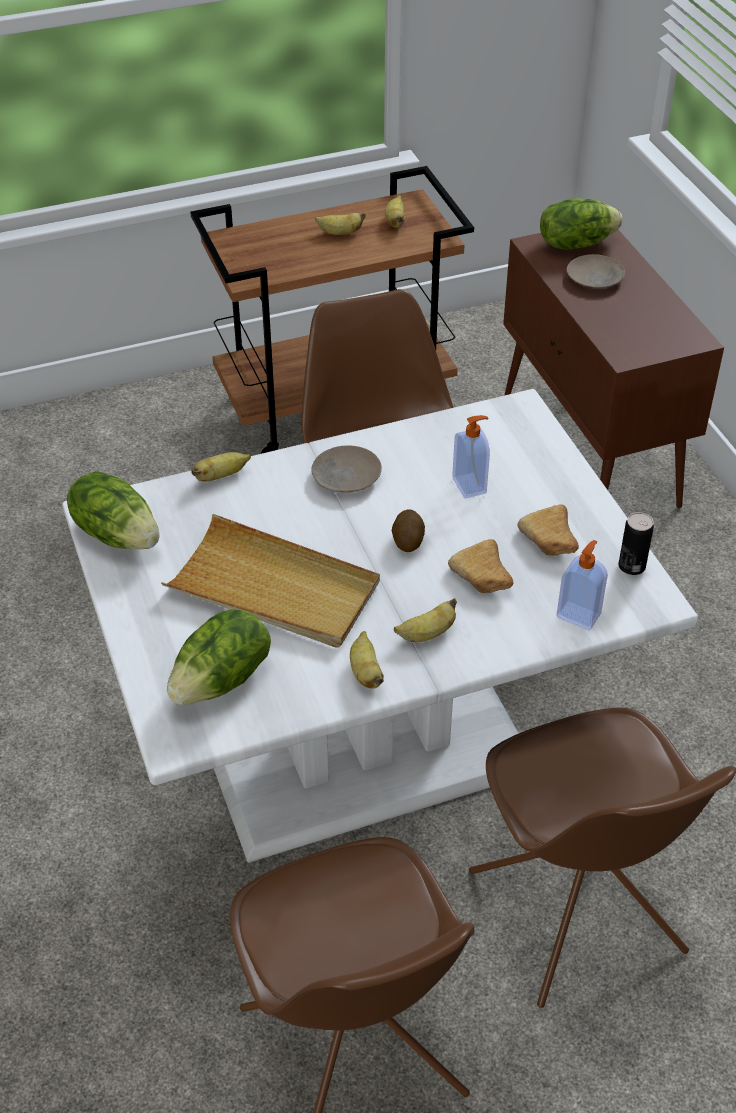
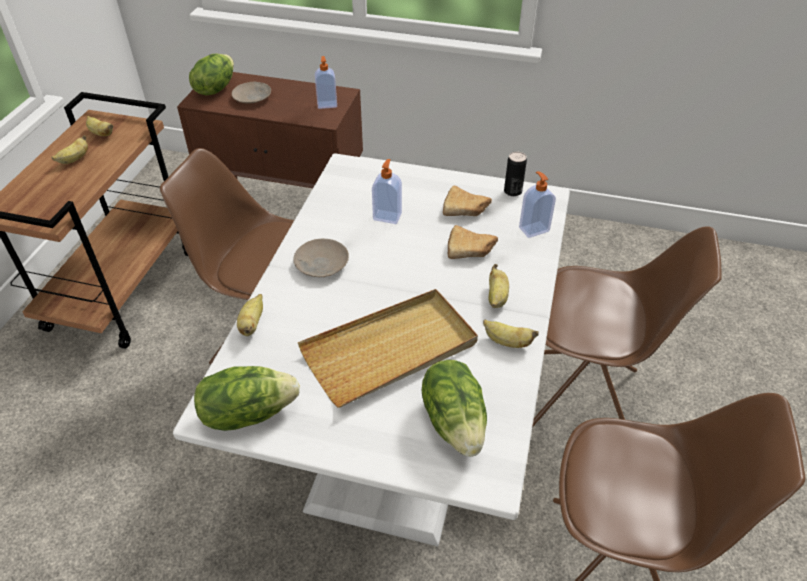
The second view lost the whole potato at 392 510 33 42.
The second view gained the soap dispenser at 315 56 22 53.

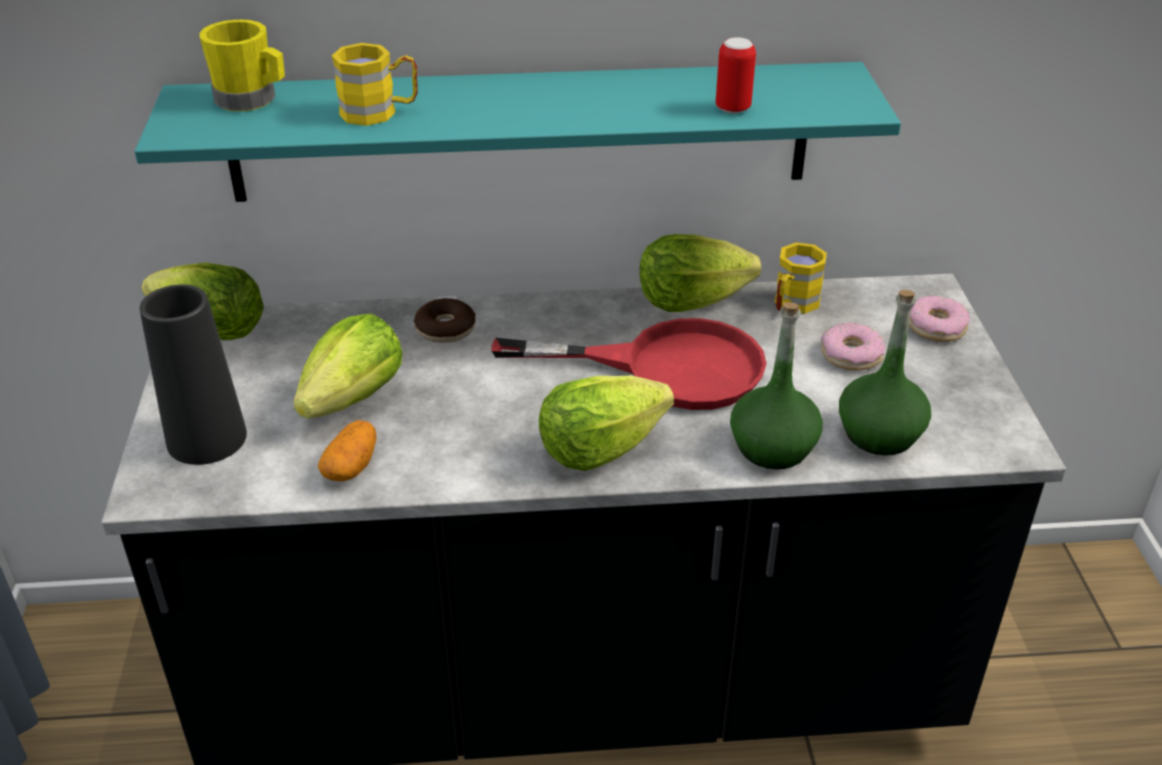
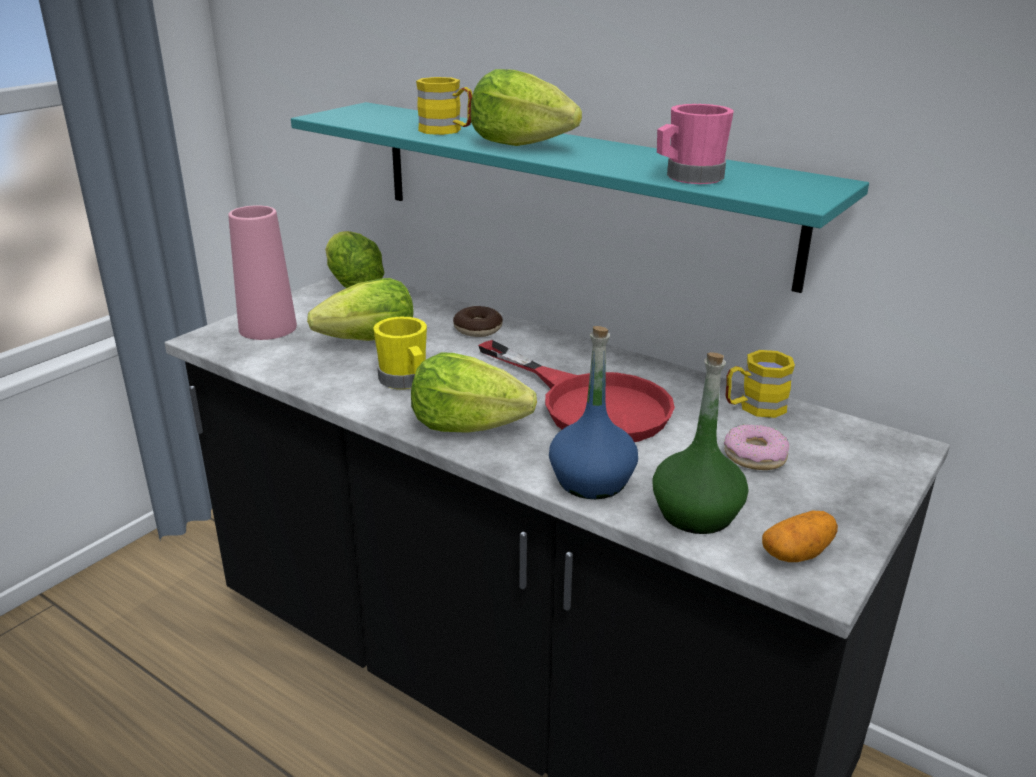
What was the blackish vase at 140 285 107 180 turned into the pink vase at 228 205 69 135.
The yellowish coffee mug ended up elsewhere, having gone from 199 19 86 92 to 373 317 54 72.
The whole potato ended up elsewhere, having gone from 318 420 58 61 to 762 511 76 51.
The lettuce head ended up elsewhere, having gone from 639 234 122 78 to 471 69 111 77.
Where the sealed can stood at 716 37 40 77, the pink coffee mug came to stand at 657 104 77 80.
What was the greenish bottle at 730 302 93 167 turned into the blue bottle at 549 326 89 173.
The second view lost the doughnut at 909 295 61 47.

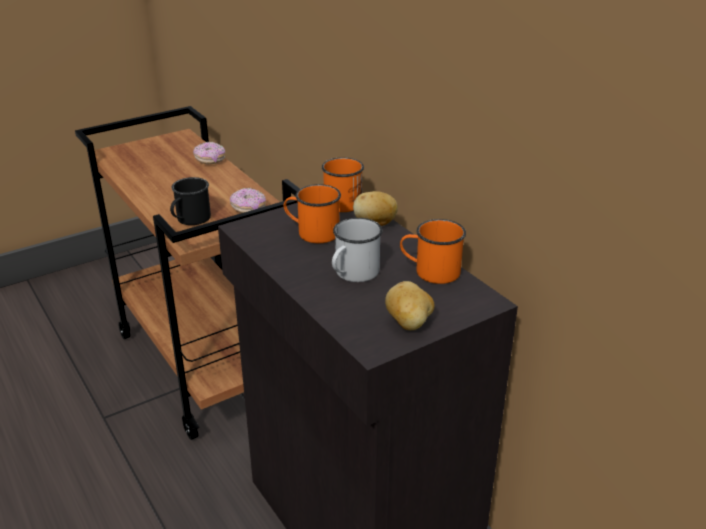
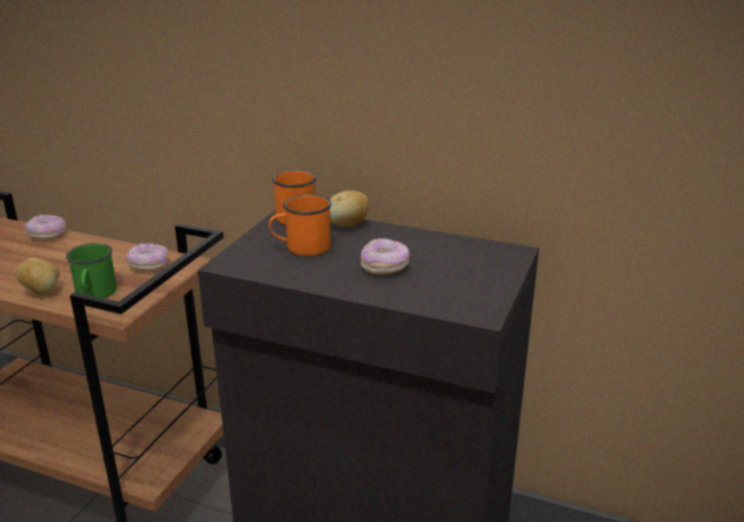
What was the blackish coffee mug at 170 177 41 48 turned into the greenish coffee mug at 66 243 51 55.
Where the whitish coffee mug stood at 332 218 50 64, the doughnut came to stand at 360 238 50 37.
The whole potato ended up elsewhere, having gone from 385 281 50 49 to 16 258 44 37.
The second view lost the orange coffee mug at 400 219 66 65.

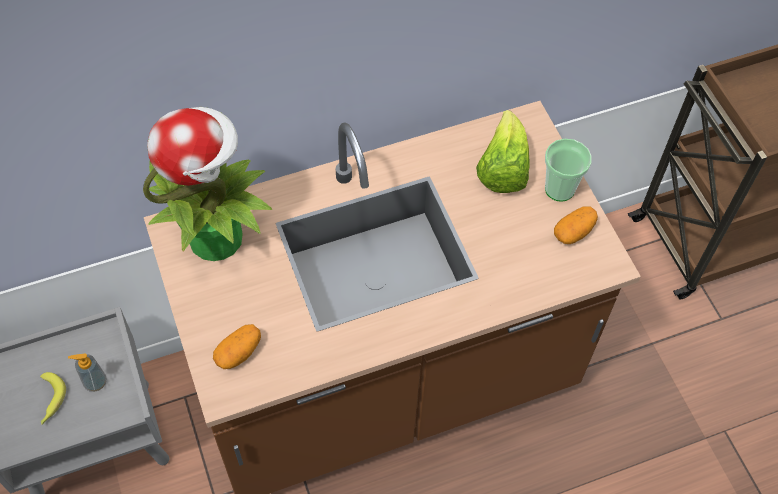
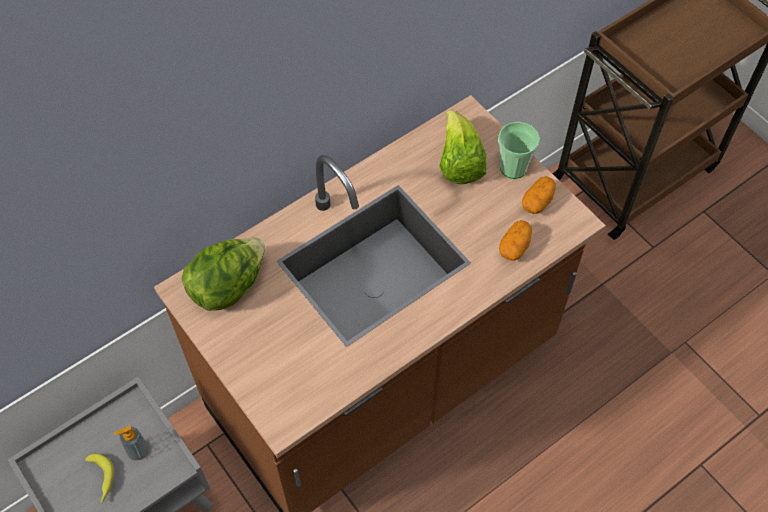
Where the houseplant stood at 143 107 129 154, the lettuce head came to stand at 182 238 83 73.
The whole potato ended up elsewhere, having gone from 213 324 48 45 to 499 220 33 41.

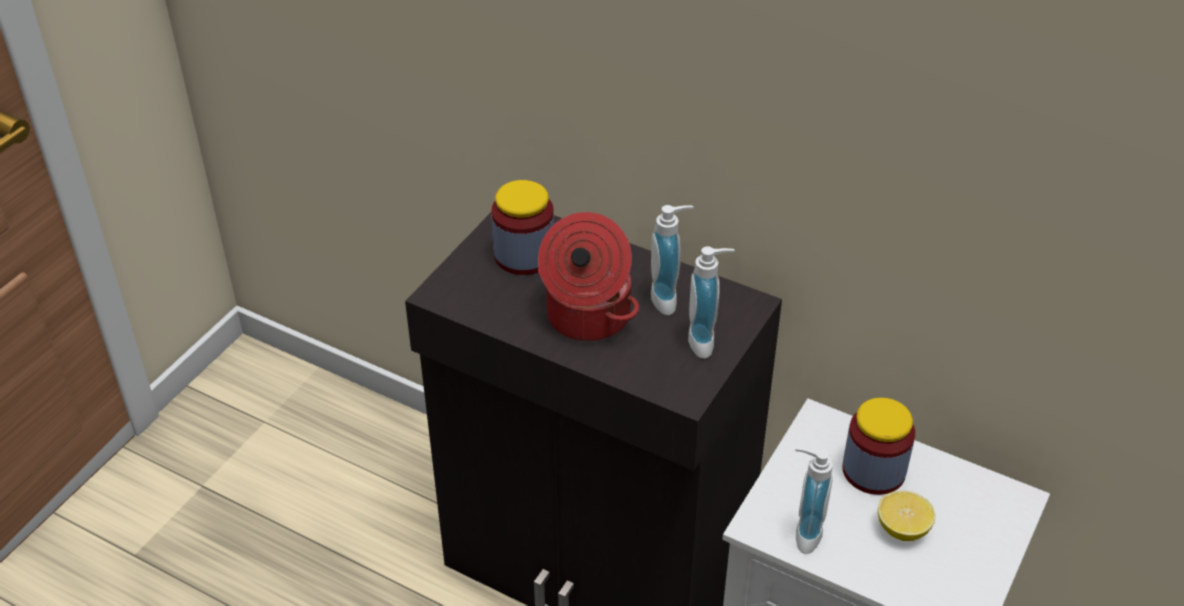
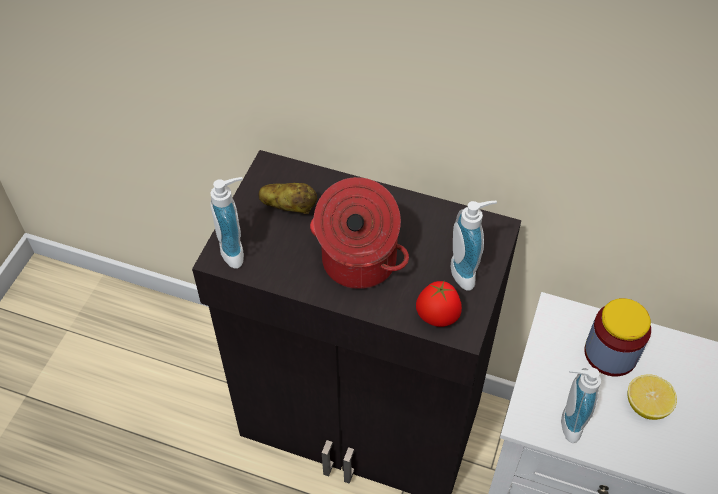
Where the preserve jar stood at 491 180 63 95, the whole potato came to stand at 259 182 58 32.
The soap dispenser ended up elsewhere, having gone from 651 205 42 110 to 210 177 34 91.
The second view gained the tomato at 416 281 46 46.

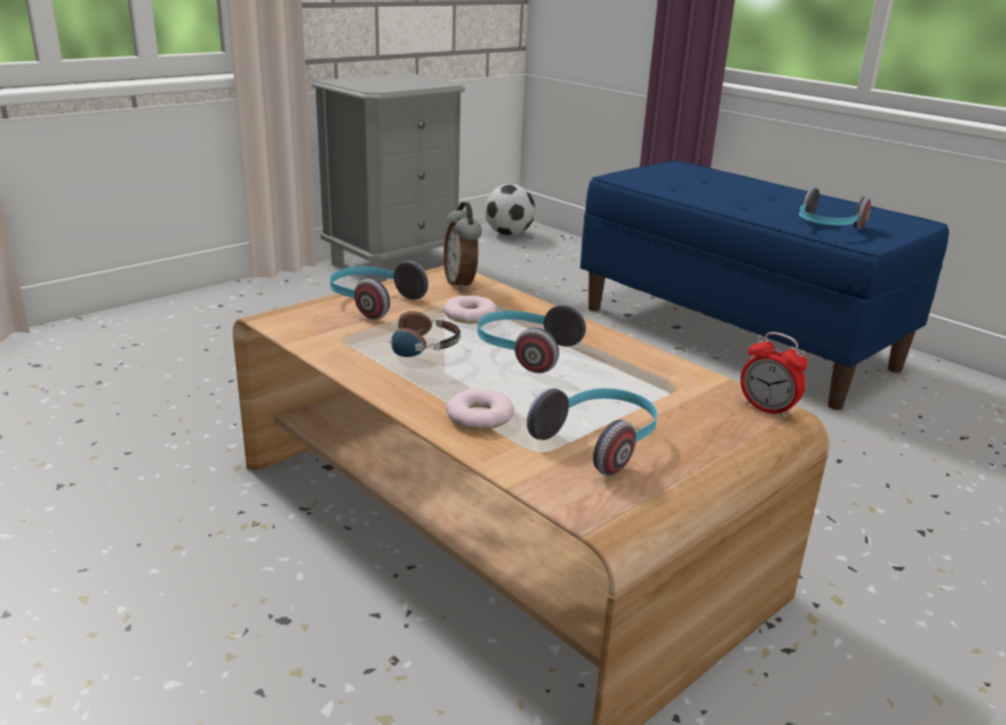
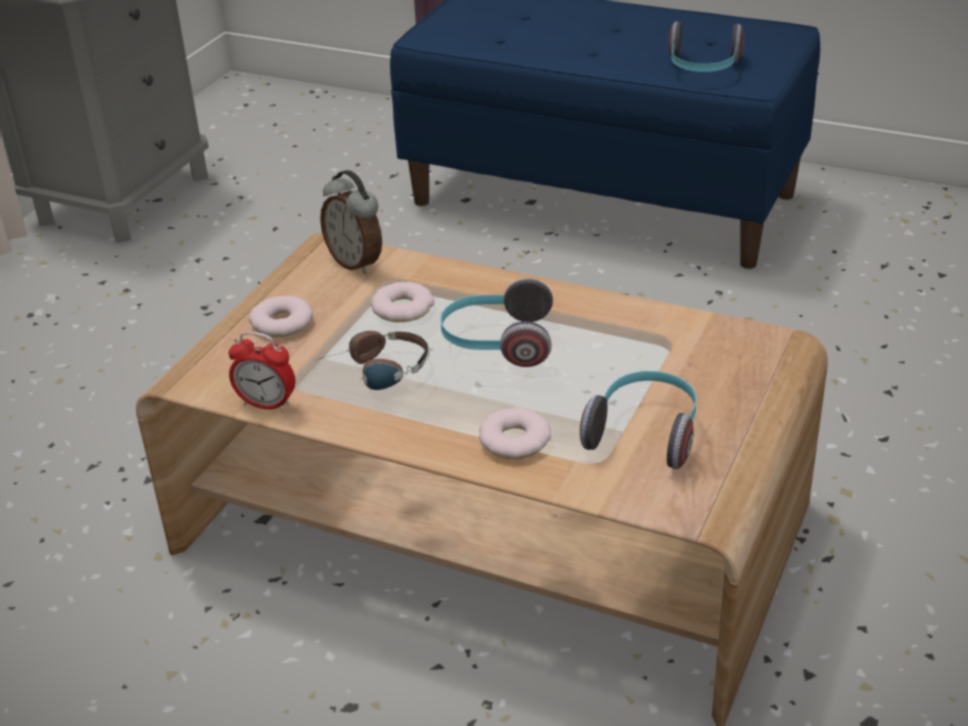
Where the pair of headphones stood at 330 261 98 58, the doughnut came to stand at 249 296 64 41.
The second view lost the football at 484 184 51 52.
The table clock ended up elsewhere, having gone from 740 332 68 86 to 228 331 67 80.

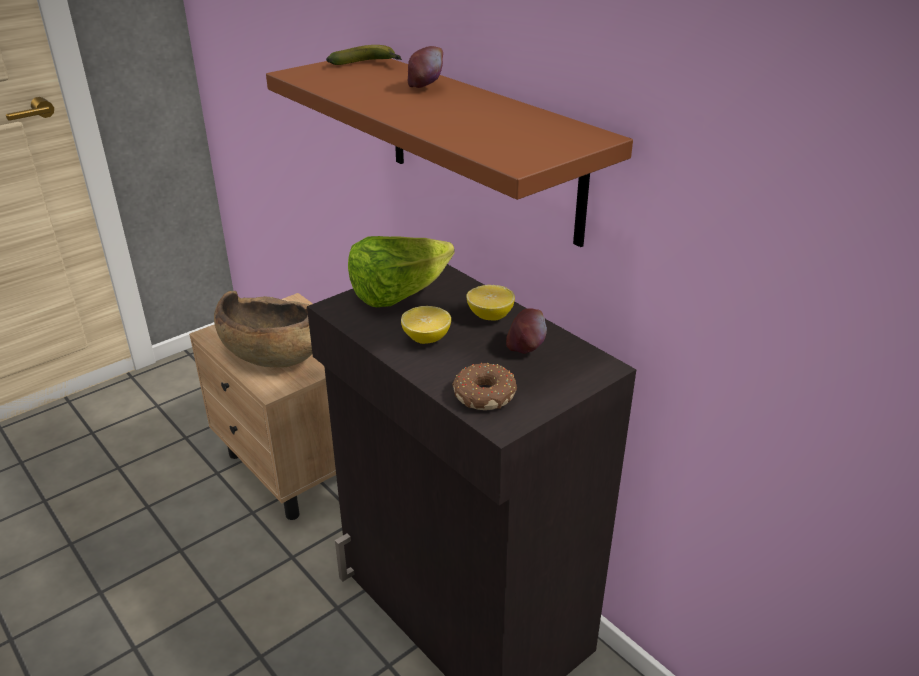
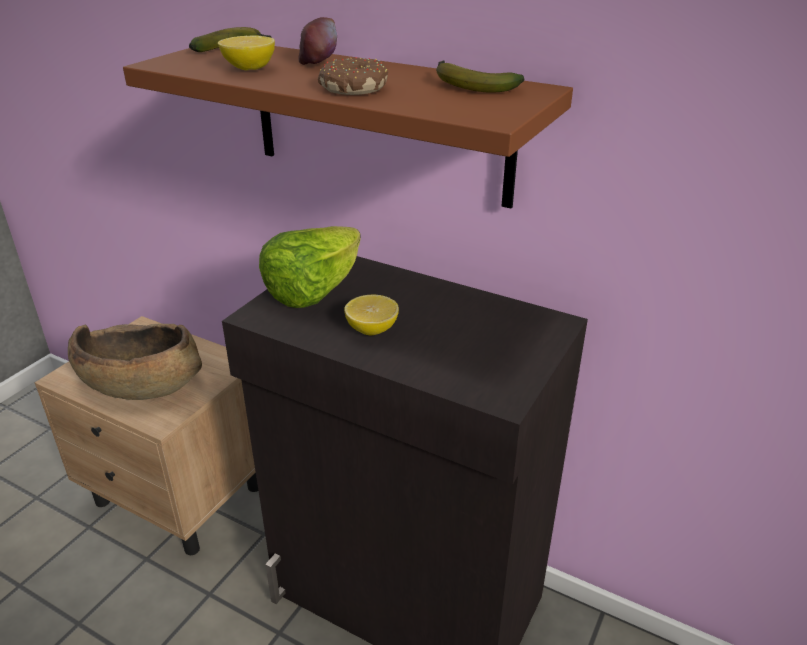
The doughnut ended up elsewhere, having gone from 452 363 65 47 to 318 57 71 38.
The lemon ended up elsewhere, having gone from 466 285 49 36 to 218 35 57 35.
The second view lost the whole apple at 506 308 41 46.
The second view gained the banana at 436 60 88 33.

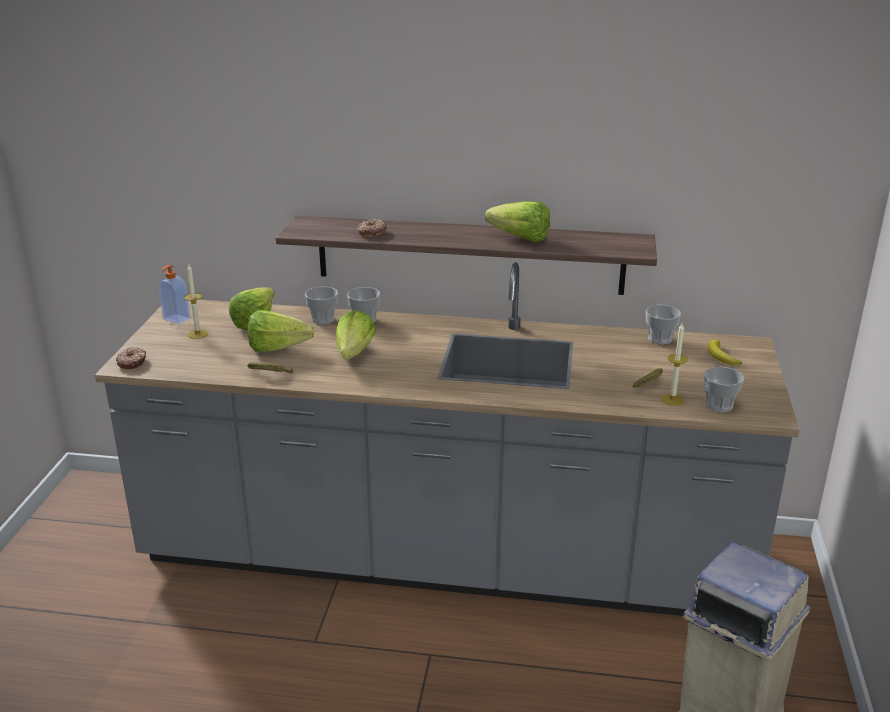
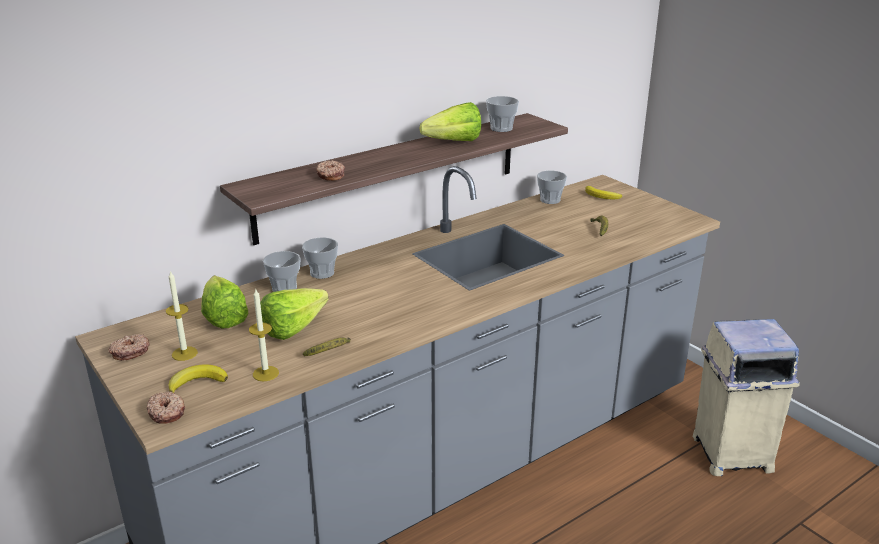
Where the soap dispenser stood at 158 265 32 59, the doughnut came to stand at 108 334 41 27.
The second view lost the lettuce head at 336 310 40 50.
The candle ended up elsewhere, having gone from 661 323 27 83 to 249 288 30 93.
The cup ended up elsewhere, having gone from 704 367 40 45 to 486 96 33 36.
The second view gained the banana at 169 364 59 29.

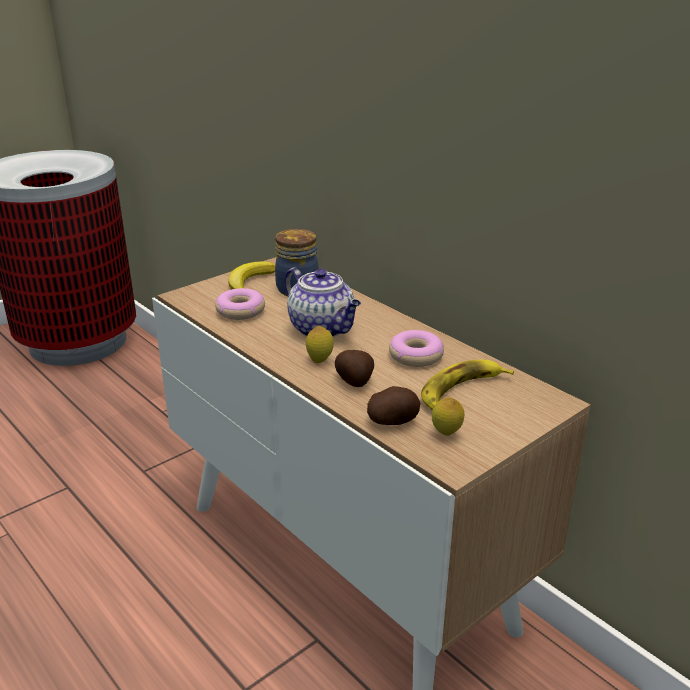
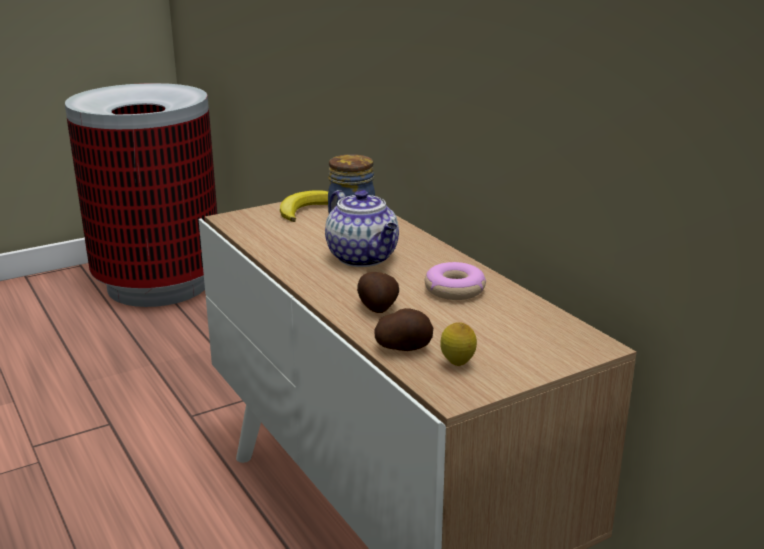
The second view lost the doughnut at 215 288 50 32.
The second view lost the lemon at 306 325 28 38.
The second view lost the banana at 421 360 93 50.

